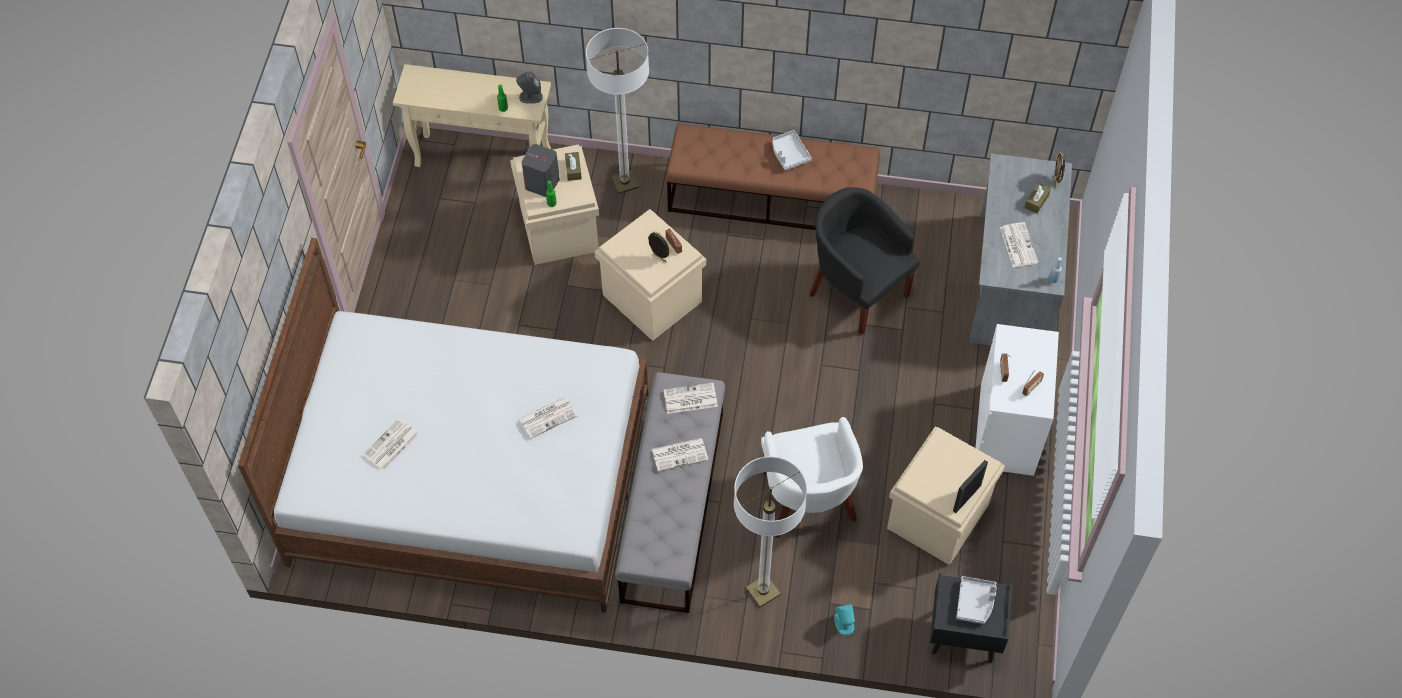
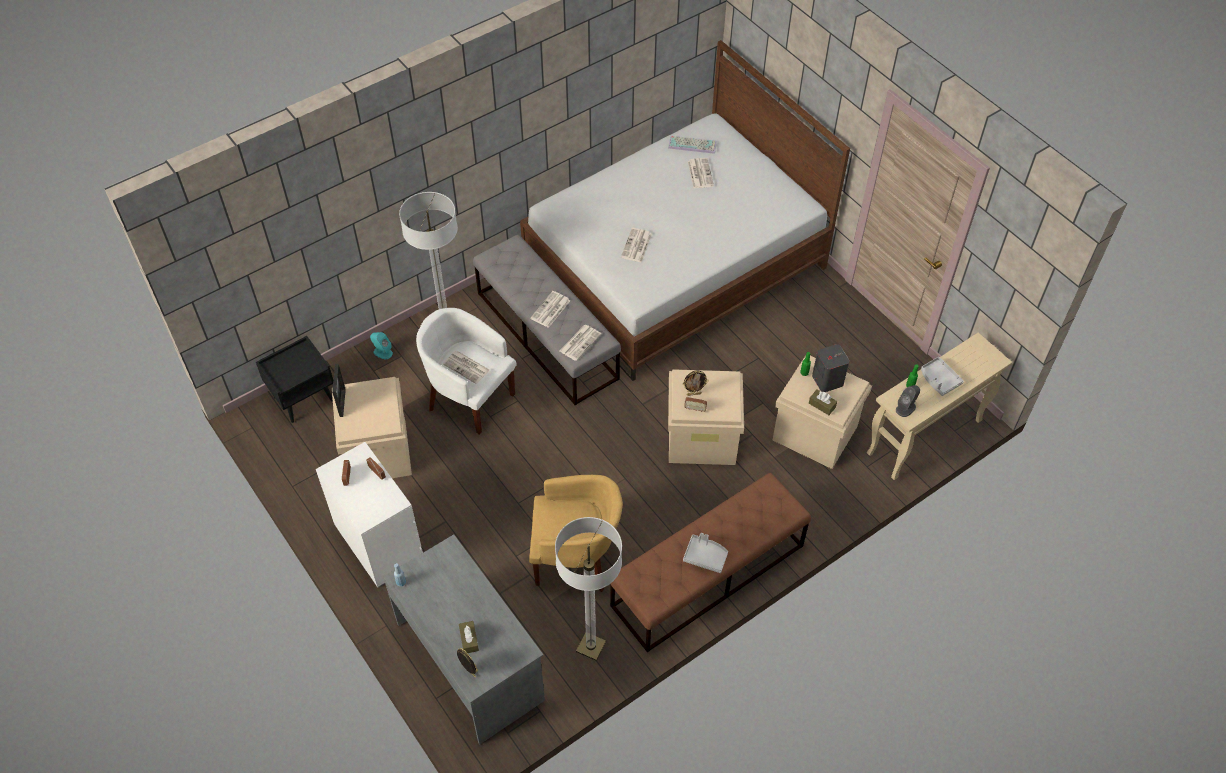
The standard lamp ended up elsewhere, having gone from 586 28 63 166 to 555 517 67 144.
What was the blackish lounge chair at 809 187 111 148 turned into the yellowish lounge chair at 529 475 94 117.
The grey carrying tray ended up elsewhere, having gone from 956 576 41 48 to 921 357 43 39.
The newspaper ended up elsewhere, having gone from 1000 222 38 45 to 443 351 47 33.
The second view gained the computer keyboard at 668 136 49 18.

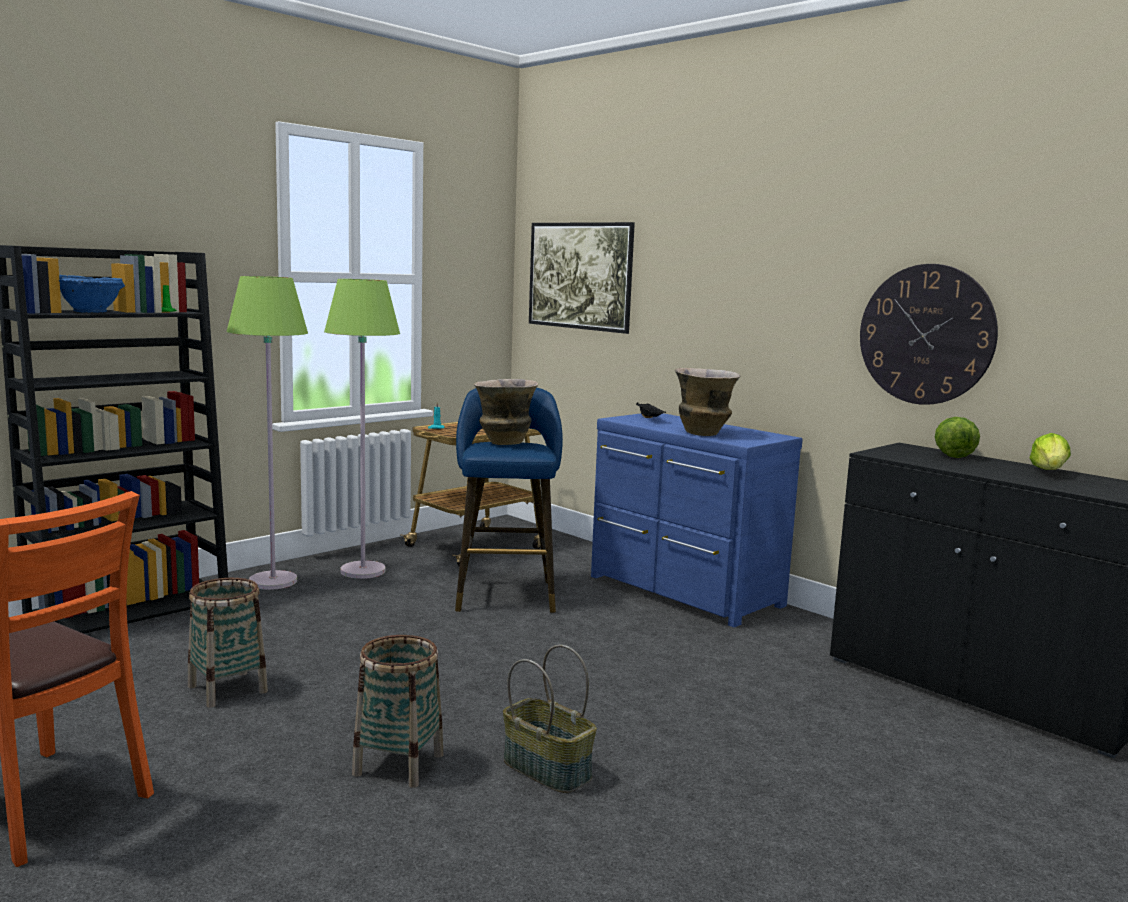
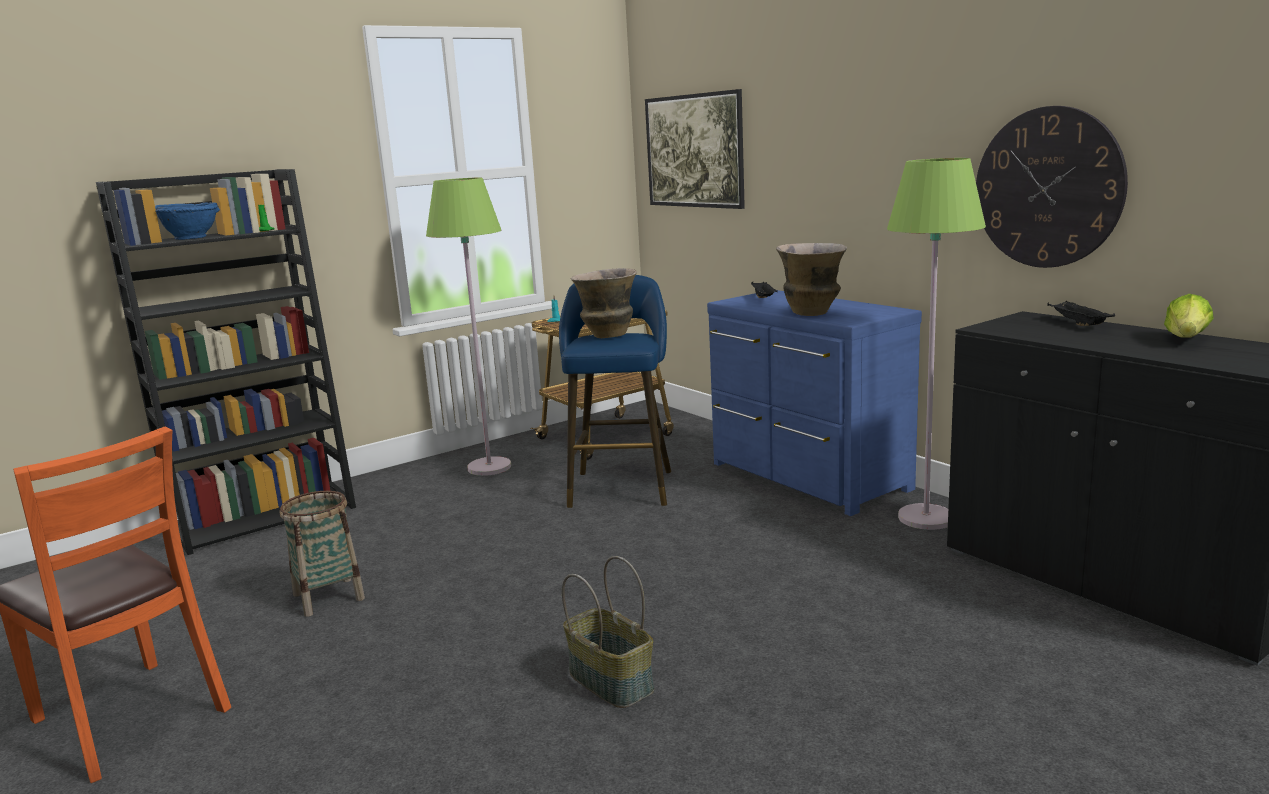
The greenish standard lamp ended up elsewhere, having gone from 227 276 81 314 to 887 158 99 372.
The second view lost the household basket at 352 635 91 153.
Where the lettuce head stood at 935 417 45 41, the blackish carrying tray came to stand at 1047 300 68 26.

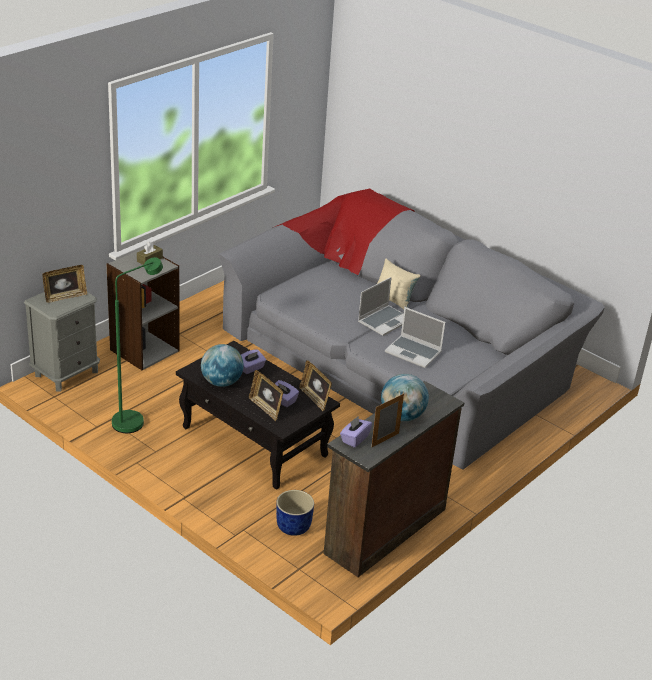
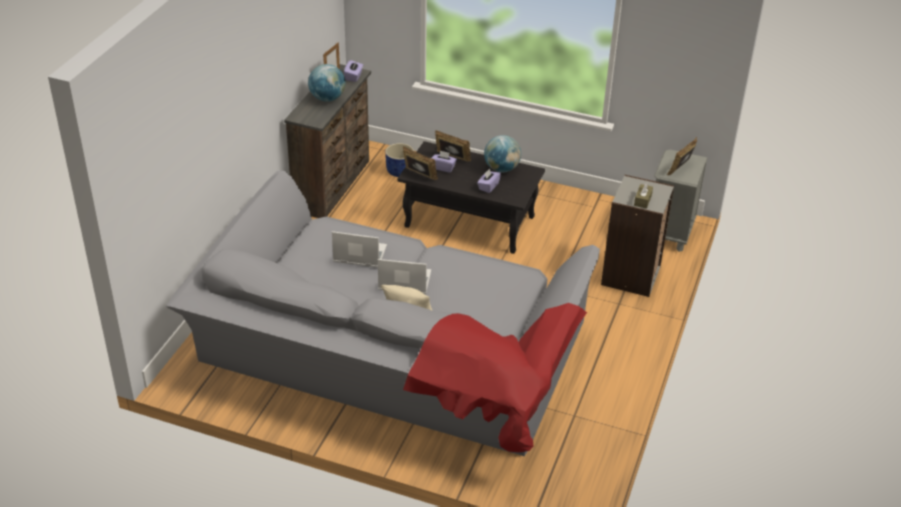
The second view lost the greenish standard lamp at 112 257 51 176.
The portable computer at 358 277 46 59 ended up facing another way, 75 degrees clockwise from before.

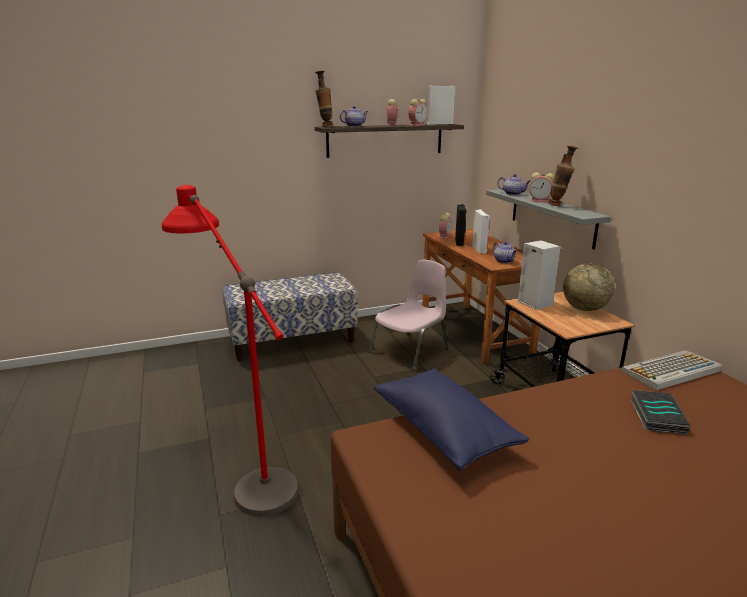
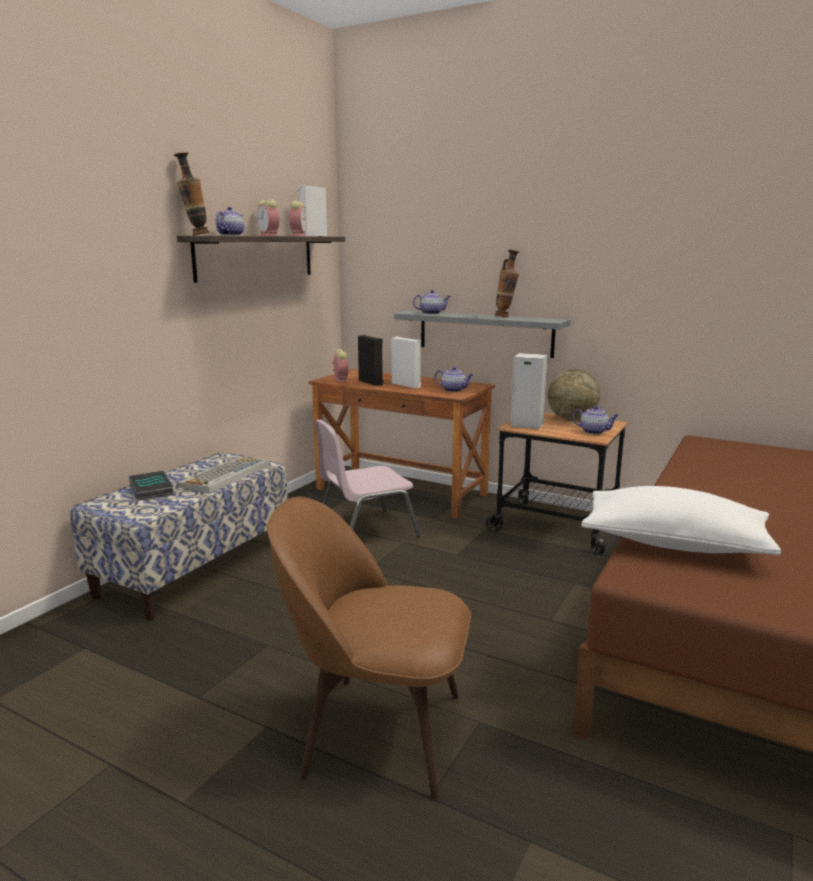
Where the red standard lamp stood at 162 185 137 331, the brown chair came to stand at 267 497 204 304.
The pink chair at 369 260 80 111 ended up facing another way, 120 degrees counterclockwise from before.
What was the blue throw pillow at 374 368 155 103 turned into the whitish throw pillow at 581 486 200 70.
The second view lost the table clock at 529 172 26 31.
The computer keyboard ended up elsewhere, having gone from 621 350 101 40 to 176 457 93 37.
The bound book ended up elsewhere, having gone from 631 390 59 45 to 129 471 44 30.
The second view gained the teapot at 572 406 47 28.

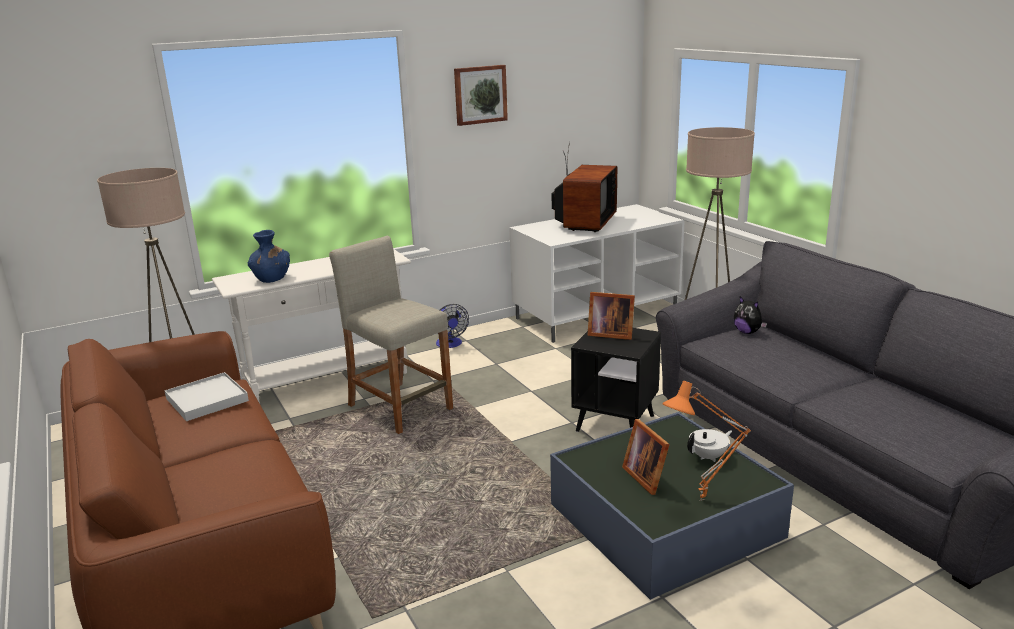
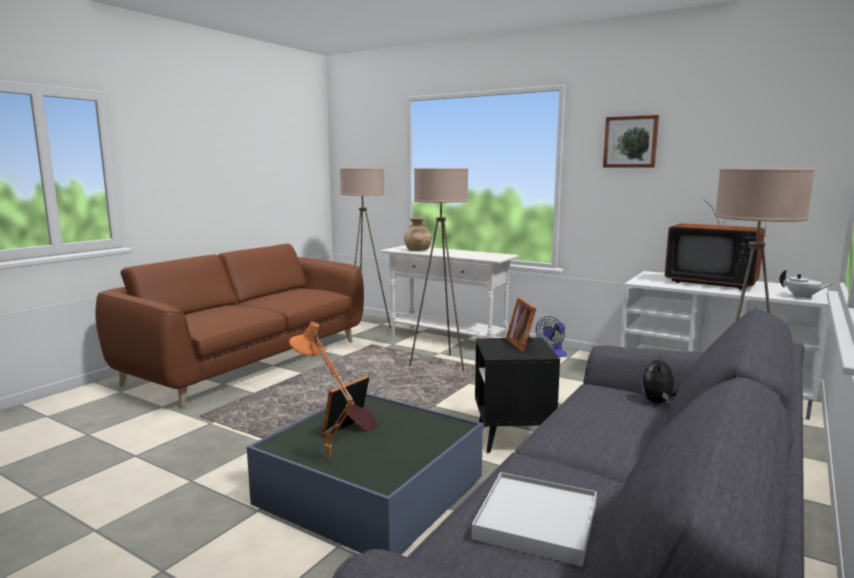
The whitish carrying tray ended up elsewhere, having gone from 164 372 85 49 to 471 472 126 95.
What was the blue vase at 248 230 42 53 turned into the brown vase at 404 217 28 34.
Where the beige-coloured stool seat stood at 329 236 124 198, the beige-coloured standard lamp came to stand at 409 168 59 203.
The TV at 552 141 65 91 ended up facing another way, 45 degrees clockwise from before.
The whitish teapot ended up elsewhere, having gone from 687 429 45 33 to 780 269 52 30.

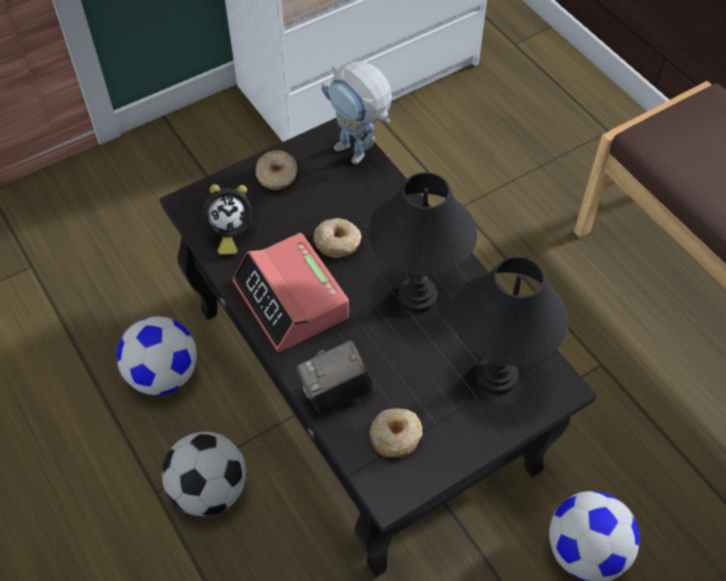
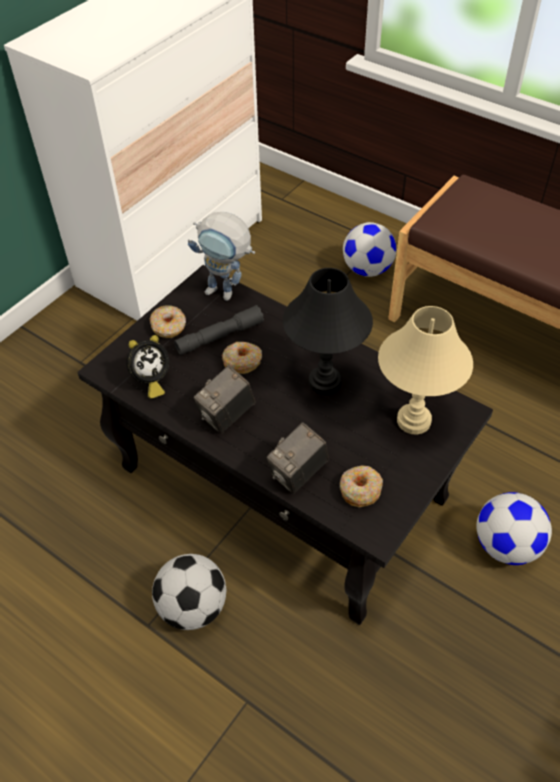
The football ended up elsewhere, having gone from 117 316 80 79 to 343 222 53 55.
Where the table clock stood at 232 233 117 119, the photo camera came to stand at 194 365 62 69.
What was the blackish lamp for a table at 453 256 115 139 turned into the beige-coloured lamp for a table at 378 306 95 129.
The second view gained the grey torch at 174 305 90 50.

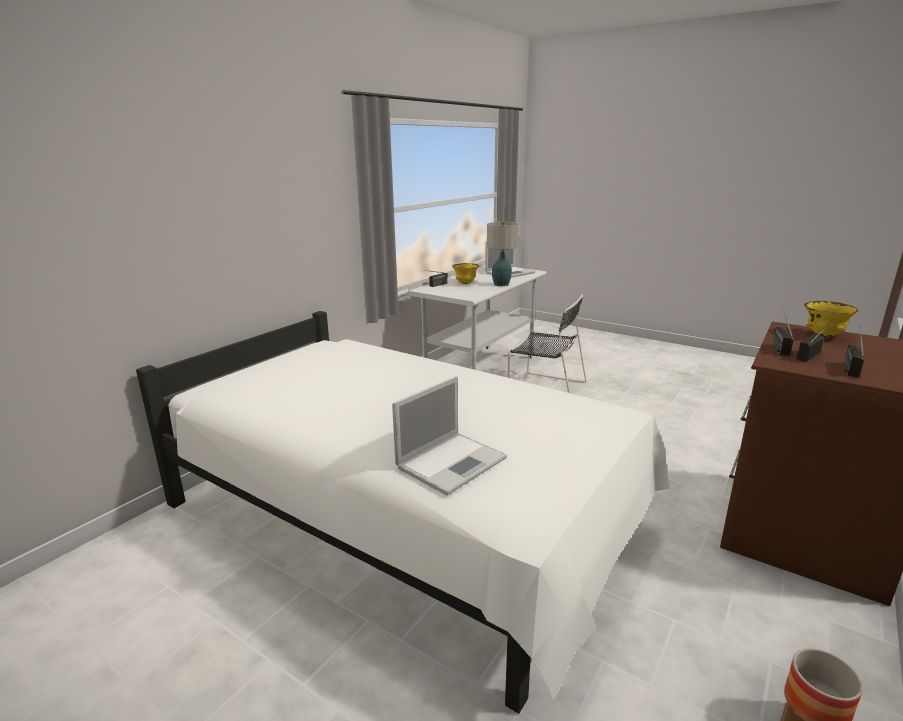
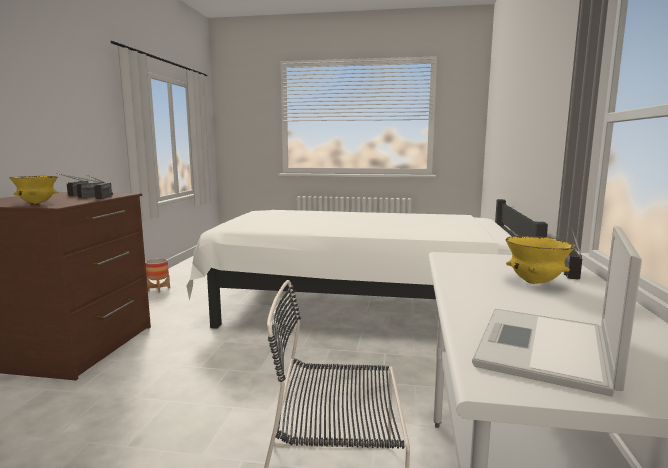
The second view lost the portable computer at 392 376 115 120.
The second view lost the lamp for a table at 487 221 32 65.

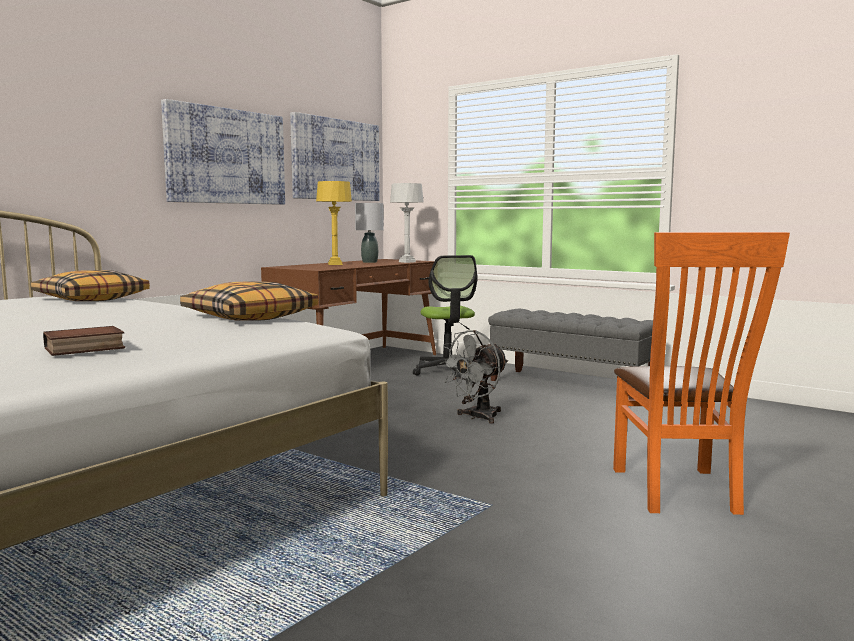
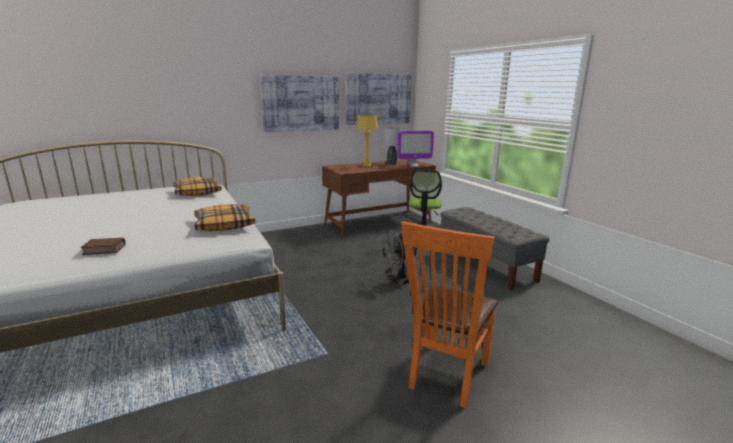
Where the grey lamp for a table stood at 390 183 34 80, the computer display came to stand at 397 131 37 36.

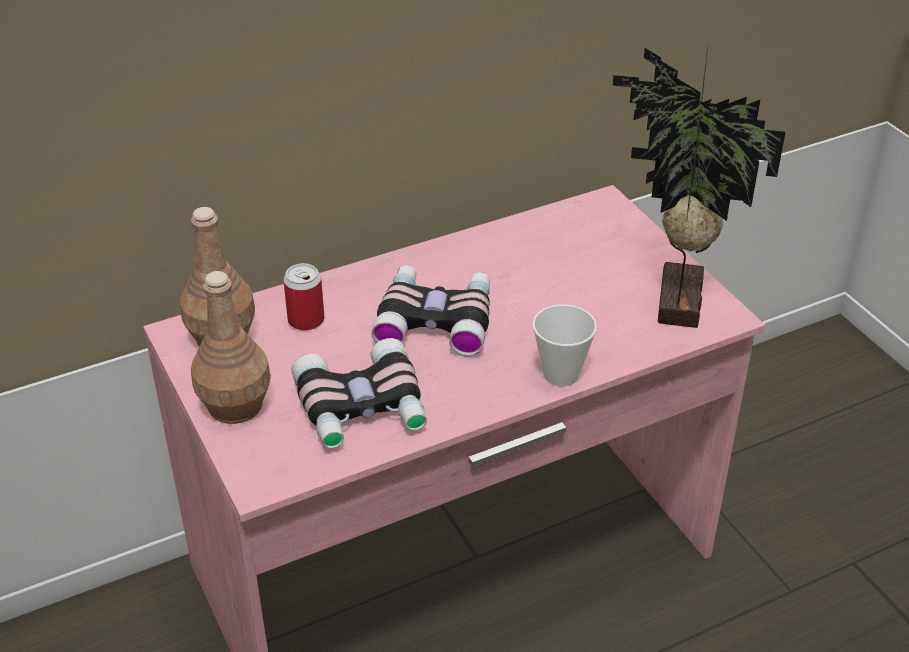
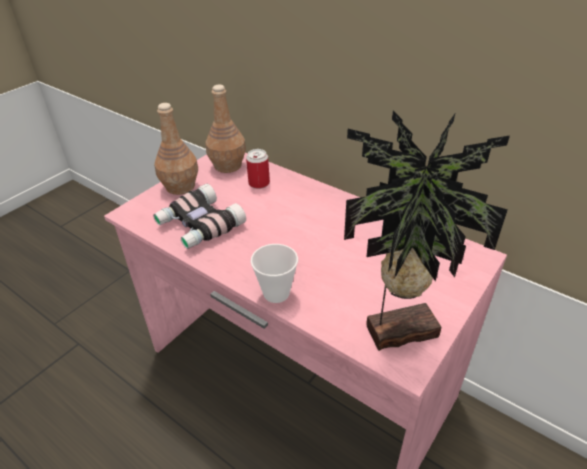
The second view lost the pair of binoculars at 371 265 119 92.

